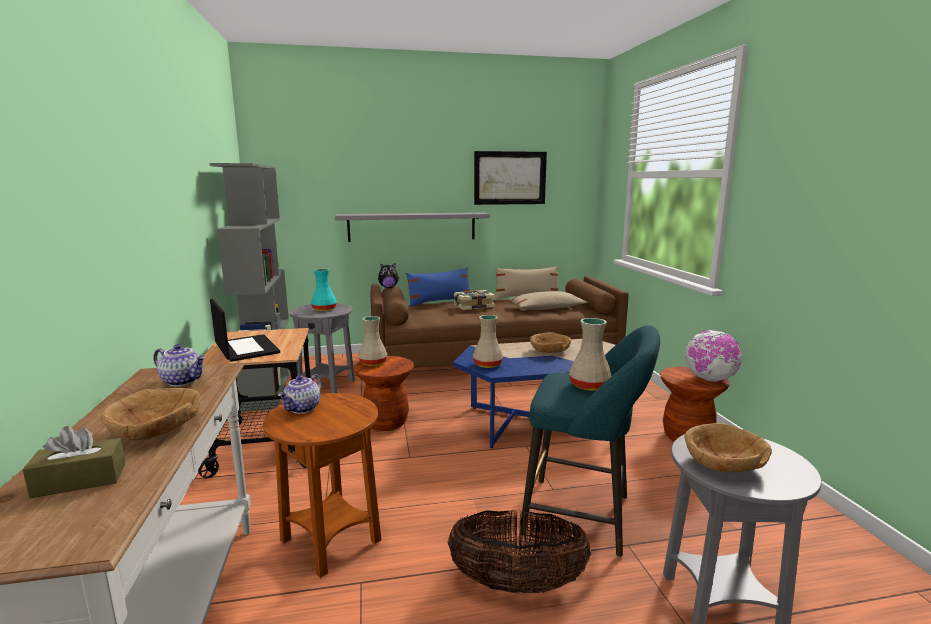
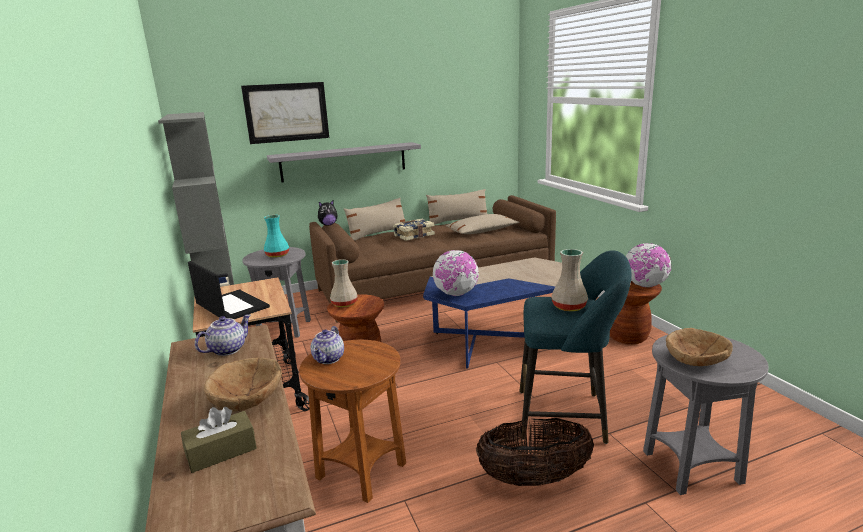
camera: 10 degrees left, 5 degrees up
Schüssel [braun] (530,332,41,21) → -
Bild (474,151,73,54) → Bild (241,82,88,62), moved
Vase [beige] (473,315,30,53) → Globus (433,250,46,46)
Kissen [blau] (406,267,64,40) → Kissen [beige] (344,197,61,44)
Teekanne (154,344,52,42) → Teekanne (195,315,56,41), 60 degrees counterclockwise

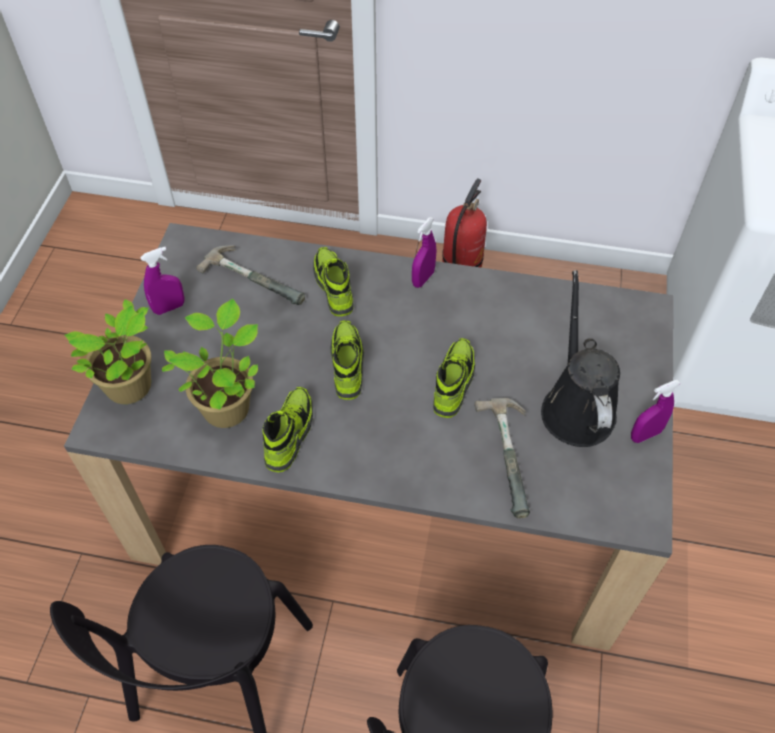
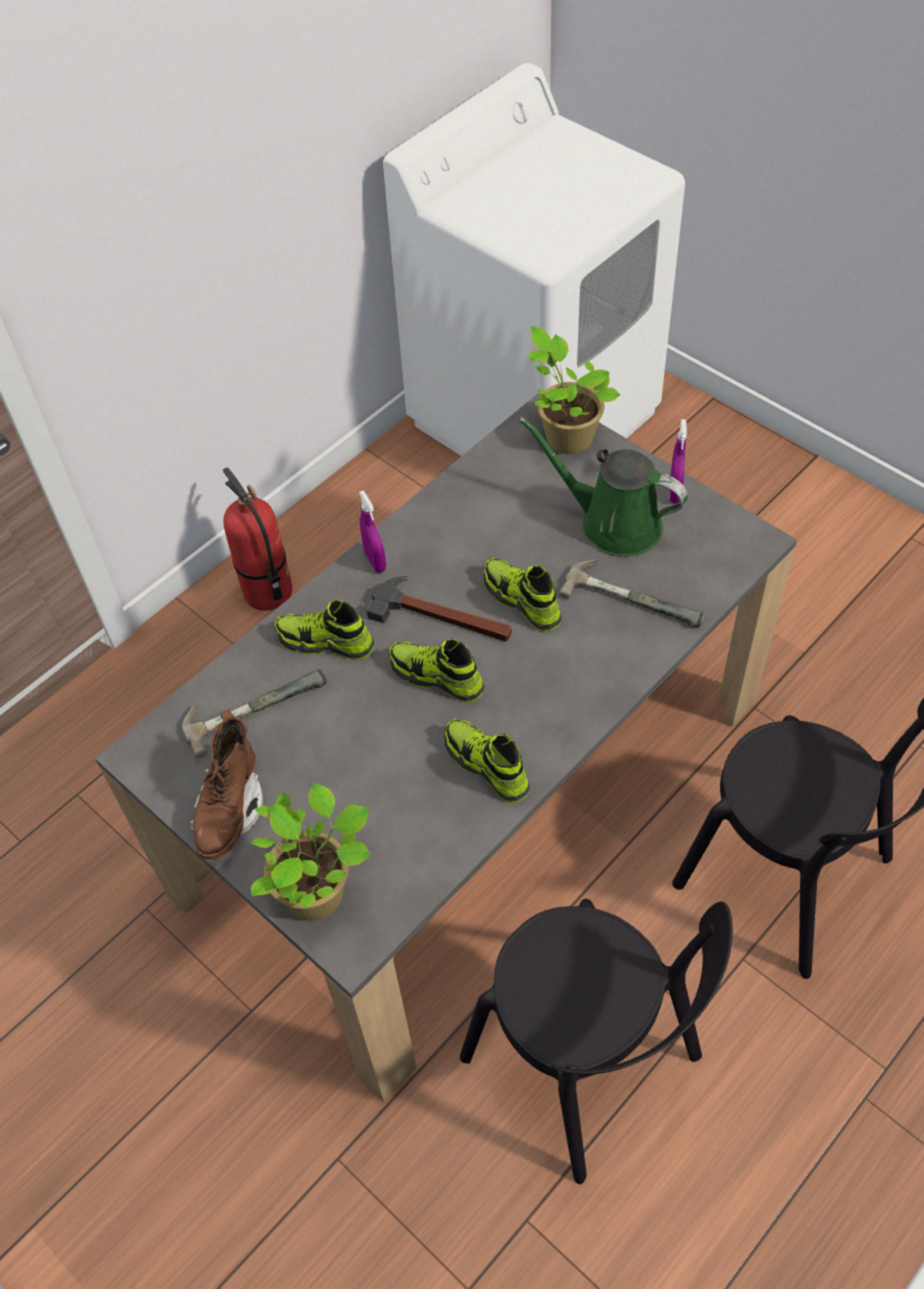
camera: 55 degrees left, 0 degrees up
- → Hammer (366,576,146,66)
Topfpflanze (162,299,96,129) → Topfpflanze (529,326,91,128), moved
Sprühflasche [lila] (140,247,45,68) → Stiefel [braun] (190,709,73,151)
Gießkanne [schwarz] (541,270,79,177) → Gießkanne [grün] (519,417,169,140)

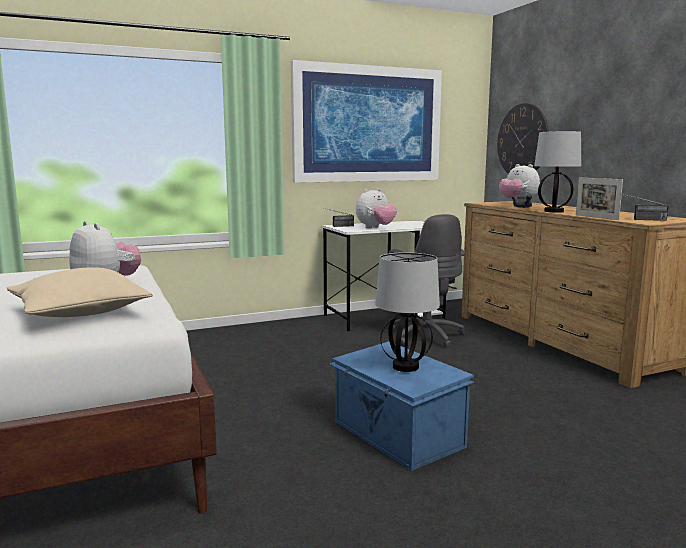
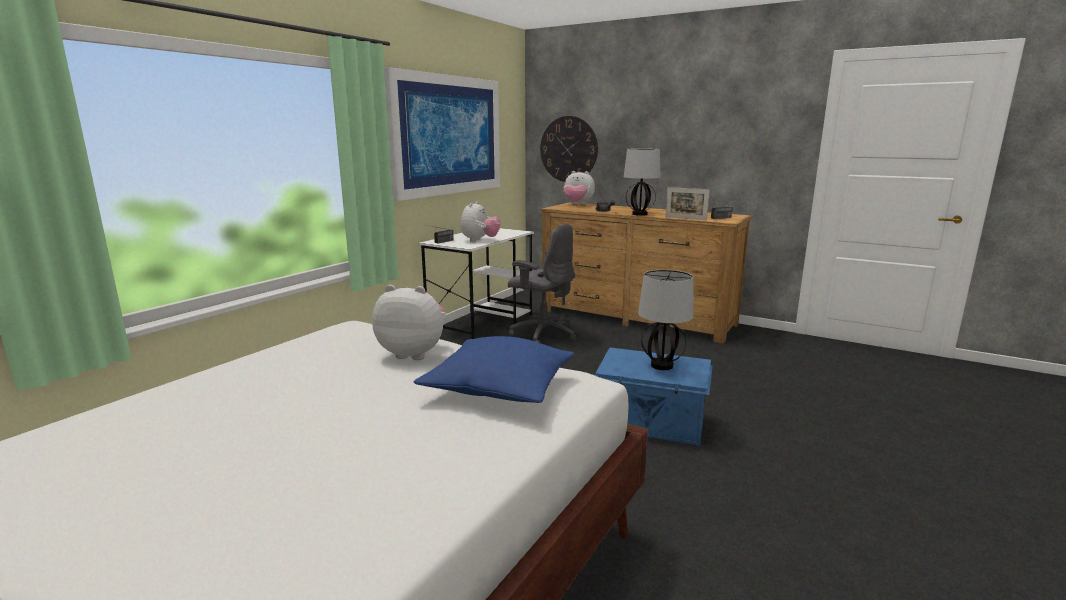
camera: 35 degrees left, 5 degrees up
Kissen [beige] (7,267,146,50) → Kissen [blau] (414,336,160,67)

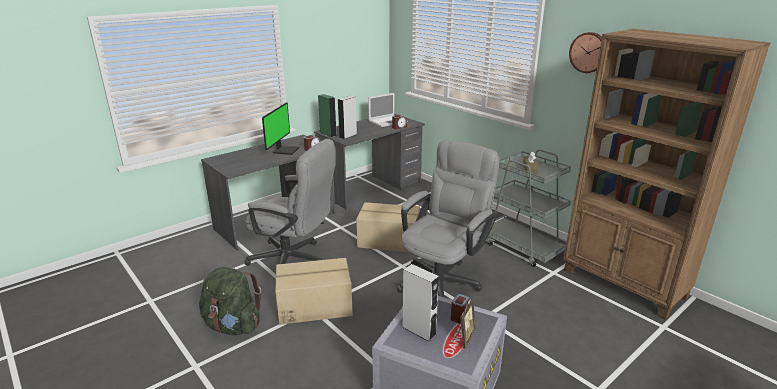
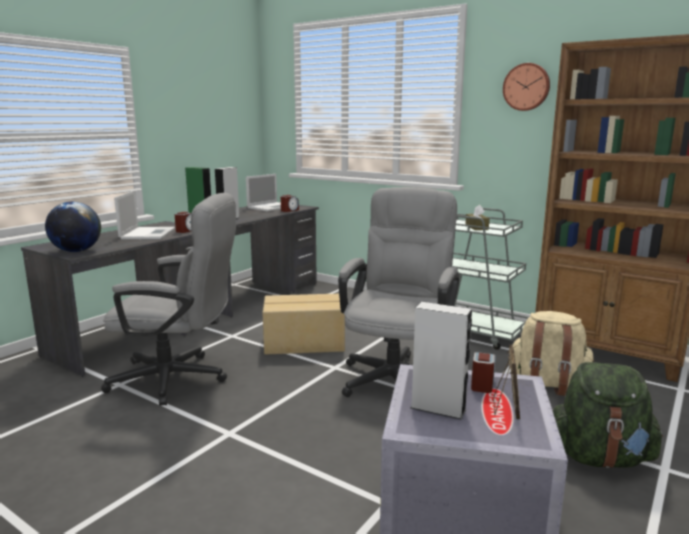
camera: 15 degrees left, 10 degrees down
Karton (275,258,78,67) → -
- → Globus (45,201,56,51)
- → Rucksack [beige] (507,311,87,85)
Rucksack [grün] (199,267,62,68) → Rucksack [grün] (553,362,111,106), moved
Monitor (262,102,38,53) → Laptop (114,190,61,49)

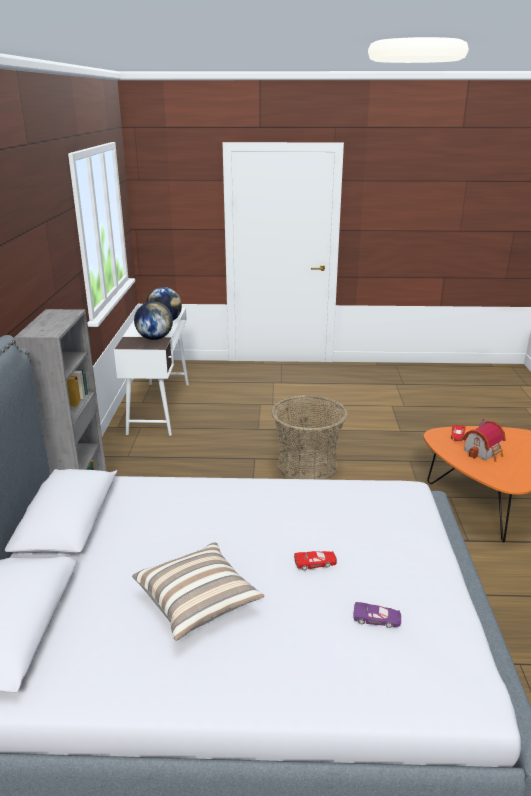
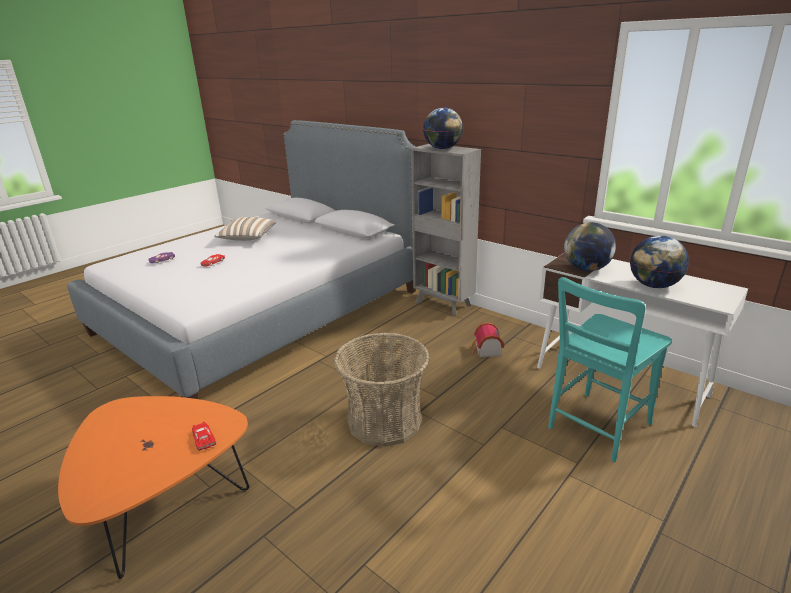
camera: 130 degrees right, 0 degrees up
- → Globus (423,108,40,41)
- → Stuhl [türkis] (548,277,124,185)
Spielzeughaus (462,418,44,44) → Spielzeughaus (470,323,34,34), moved

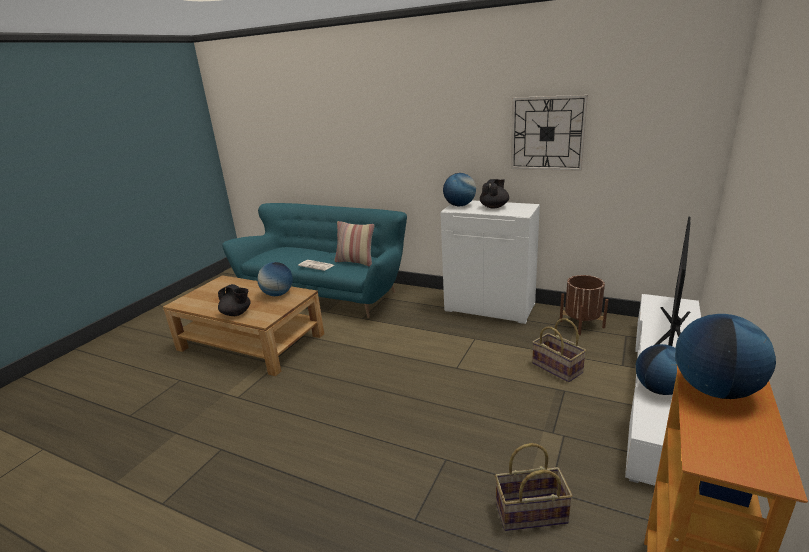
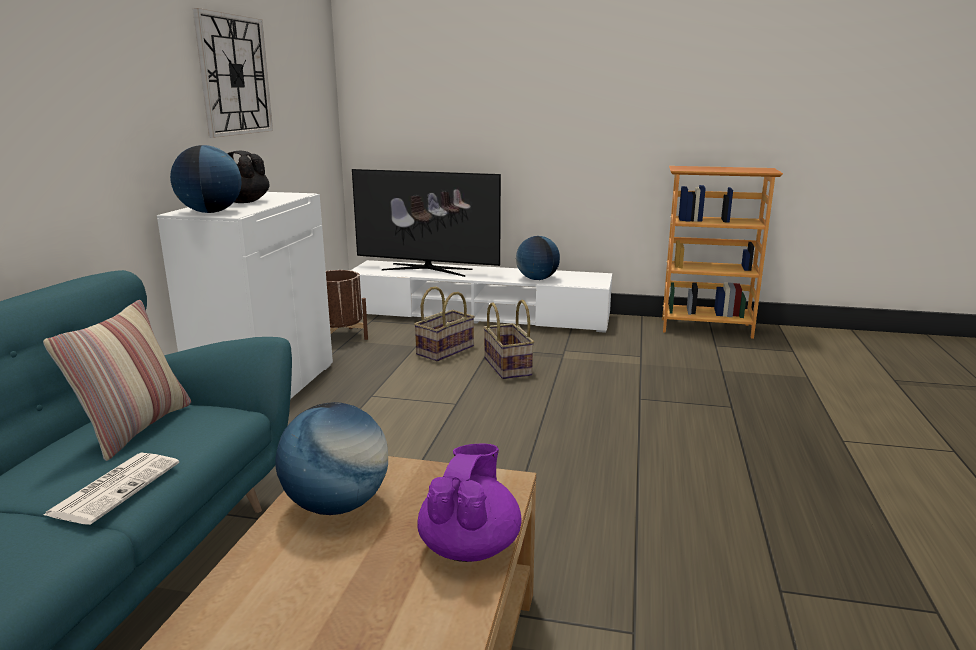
camera: 105 degrees left, 5 degrees down
Globus (675,314,101,85) → -
Korb (495,443,78,88) → Korb (483,300,51,79), moved
Teekanne [schwarz] (218,284,33,32) → Teekanne [lila] (418,443,104,119)

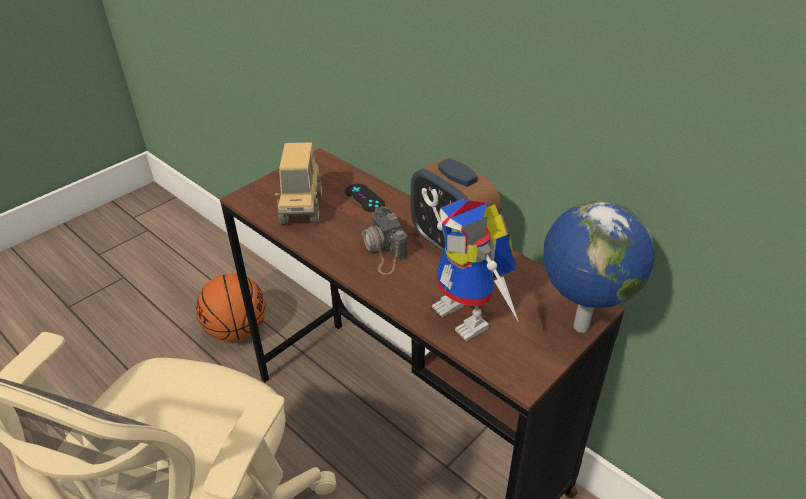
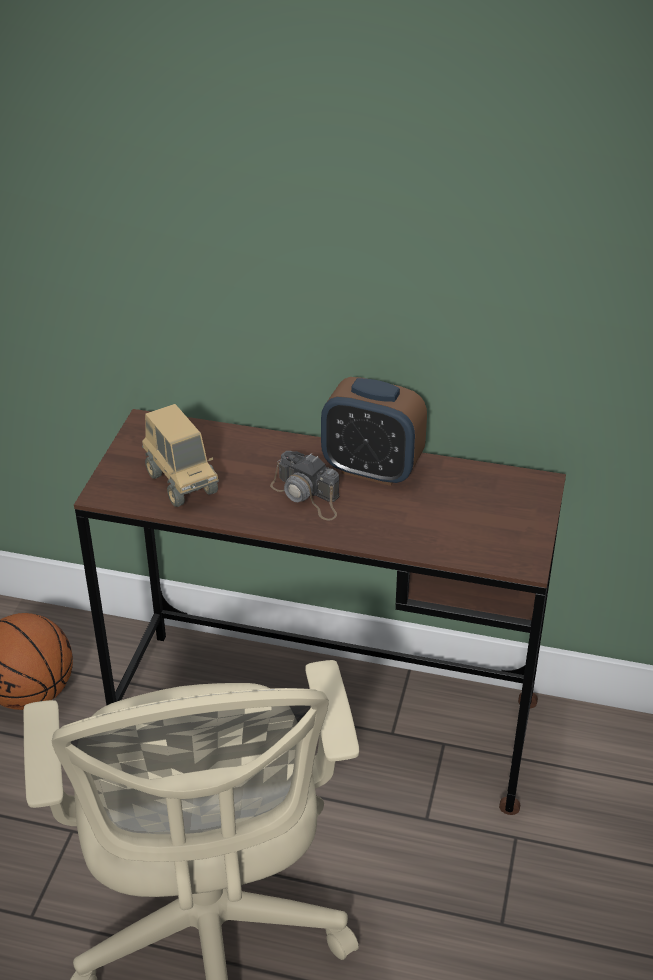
camera: 30 degrees left, 0 degrees up
Gamepad [schwarz] (345,184,40,28) → -
Spielzeugroboter (422,188,97,153) → -
Globus (543,201,112,132) → -

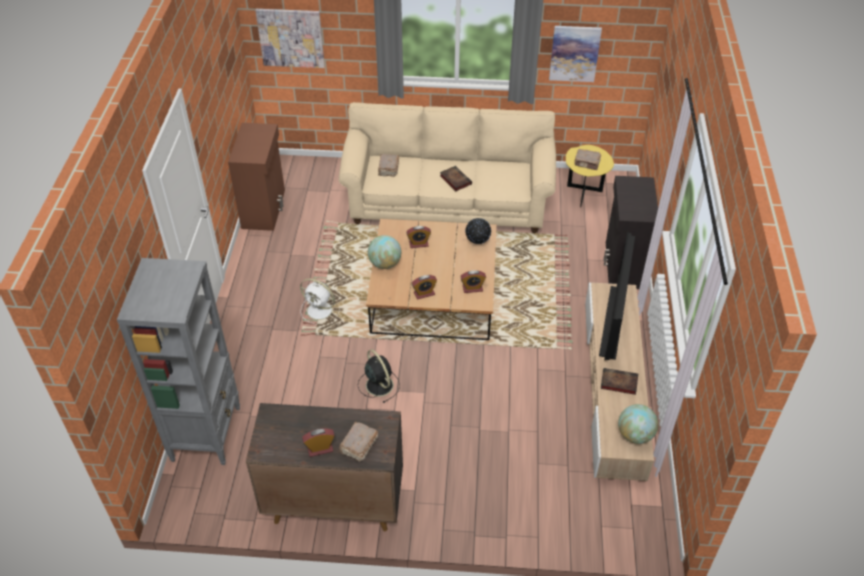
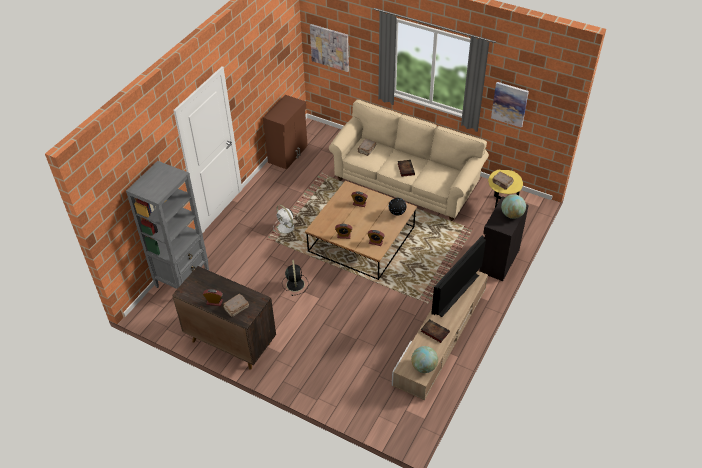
camera: 25 degrees right, 0 degrees up
Globus (368,235,33,34) → Globus (501,194,25,25), moved

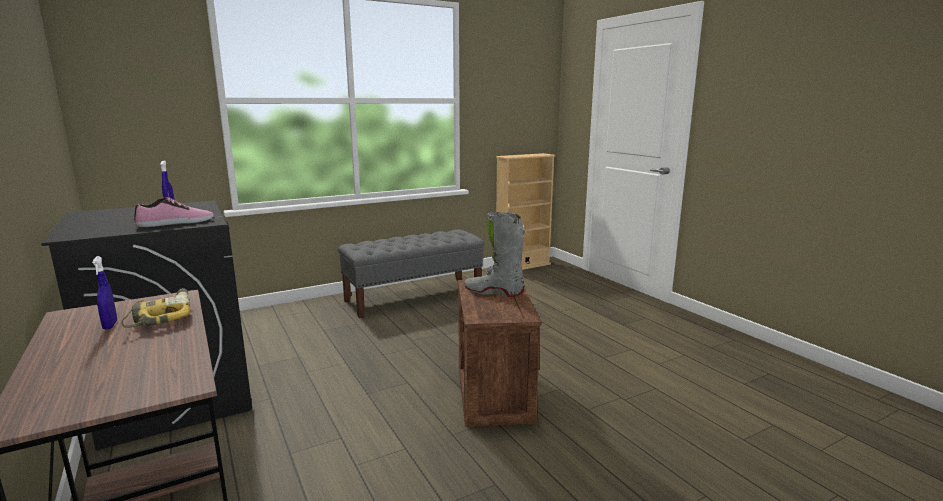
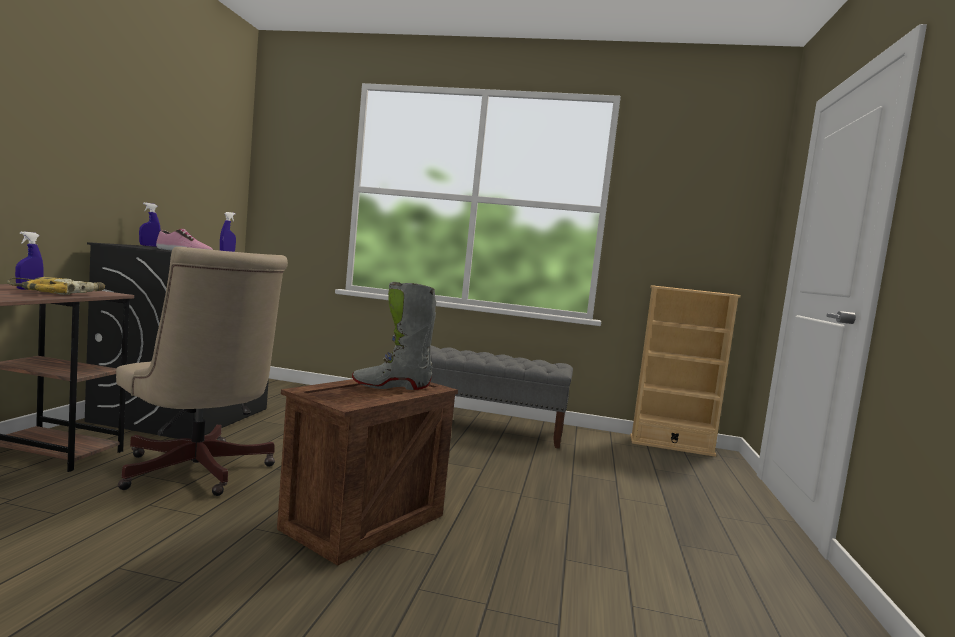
camera: 40 degrees right, 10 degrees down
- → Bürostuhl [beige] (116,247,172,249)
- → Sprühflasche [blau] (139,202,22,45)
Stiefel [grau] (464,212,61,85) → Stiefel [grau] (352,282,85,108), 75 degrees counterclockwise

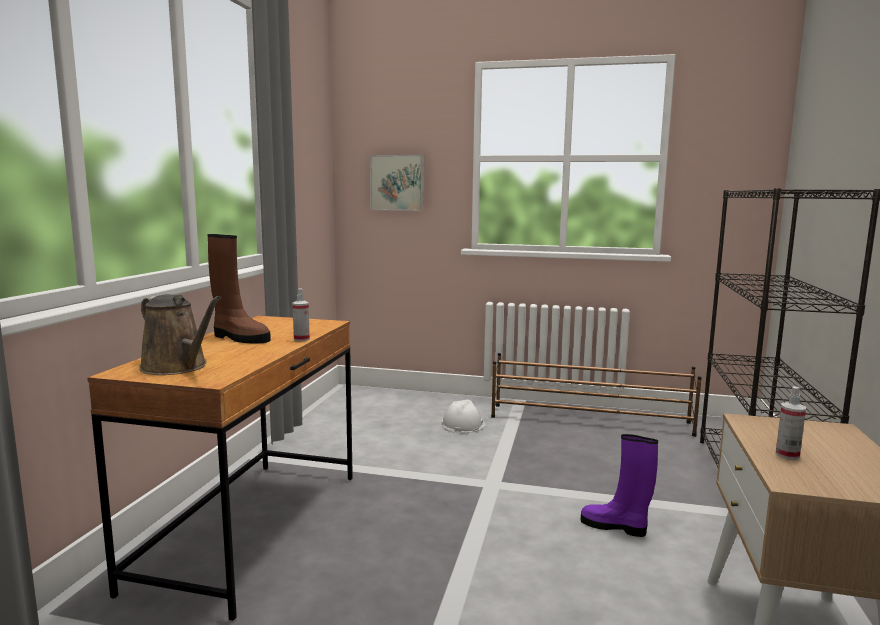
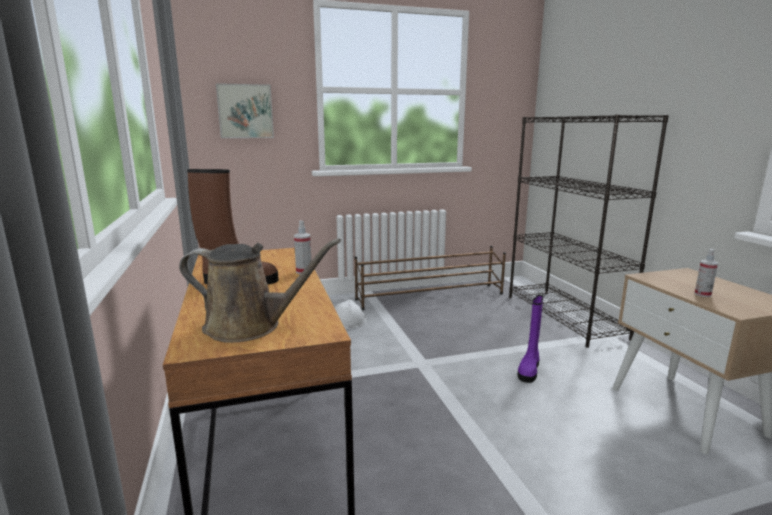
camera: 30 degrees left, 5 degrees up
Stiefel [lila] (581,434,77,103) → Stiefel [lila] (517,295,26,88), 60 degrees counterclockwise

